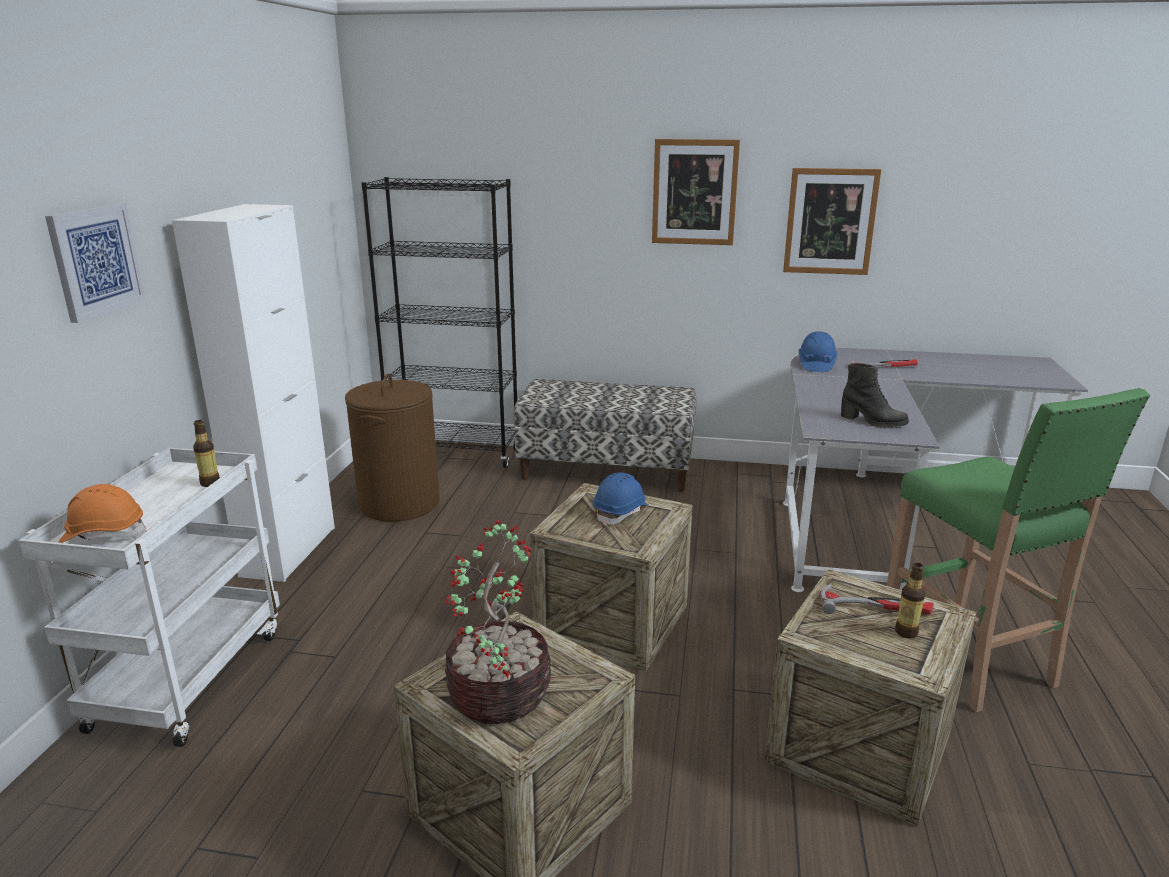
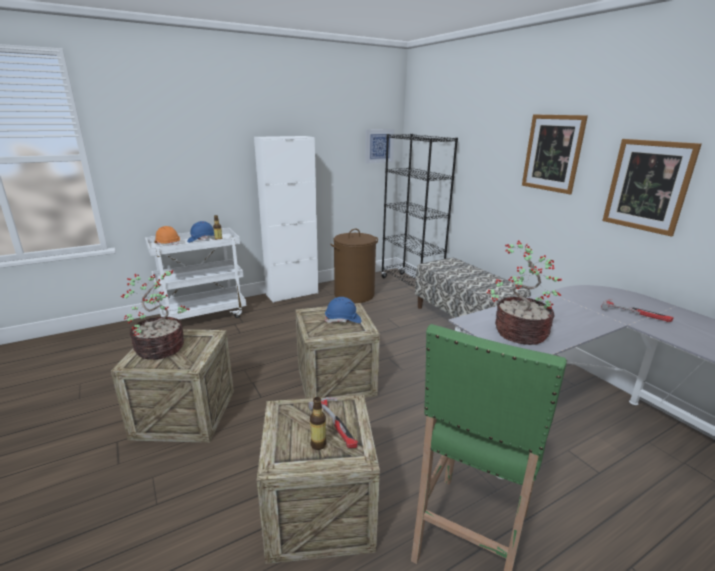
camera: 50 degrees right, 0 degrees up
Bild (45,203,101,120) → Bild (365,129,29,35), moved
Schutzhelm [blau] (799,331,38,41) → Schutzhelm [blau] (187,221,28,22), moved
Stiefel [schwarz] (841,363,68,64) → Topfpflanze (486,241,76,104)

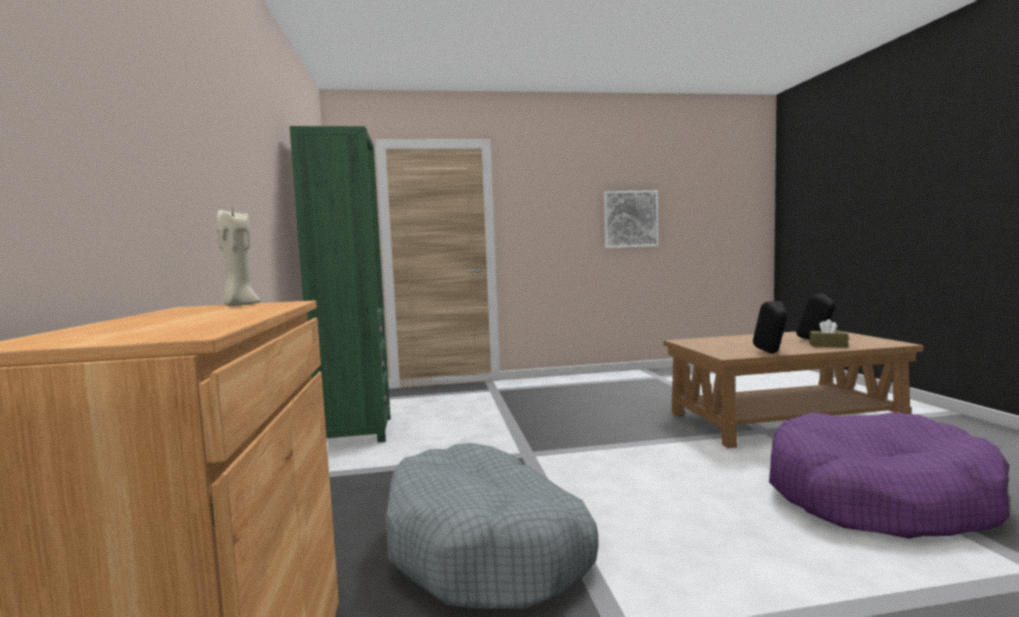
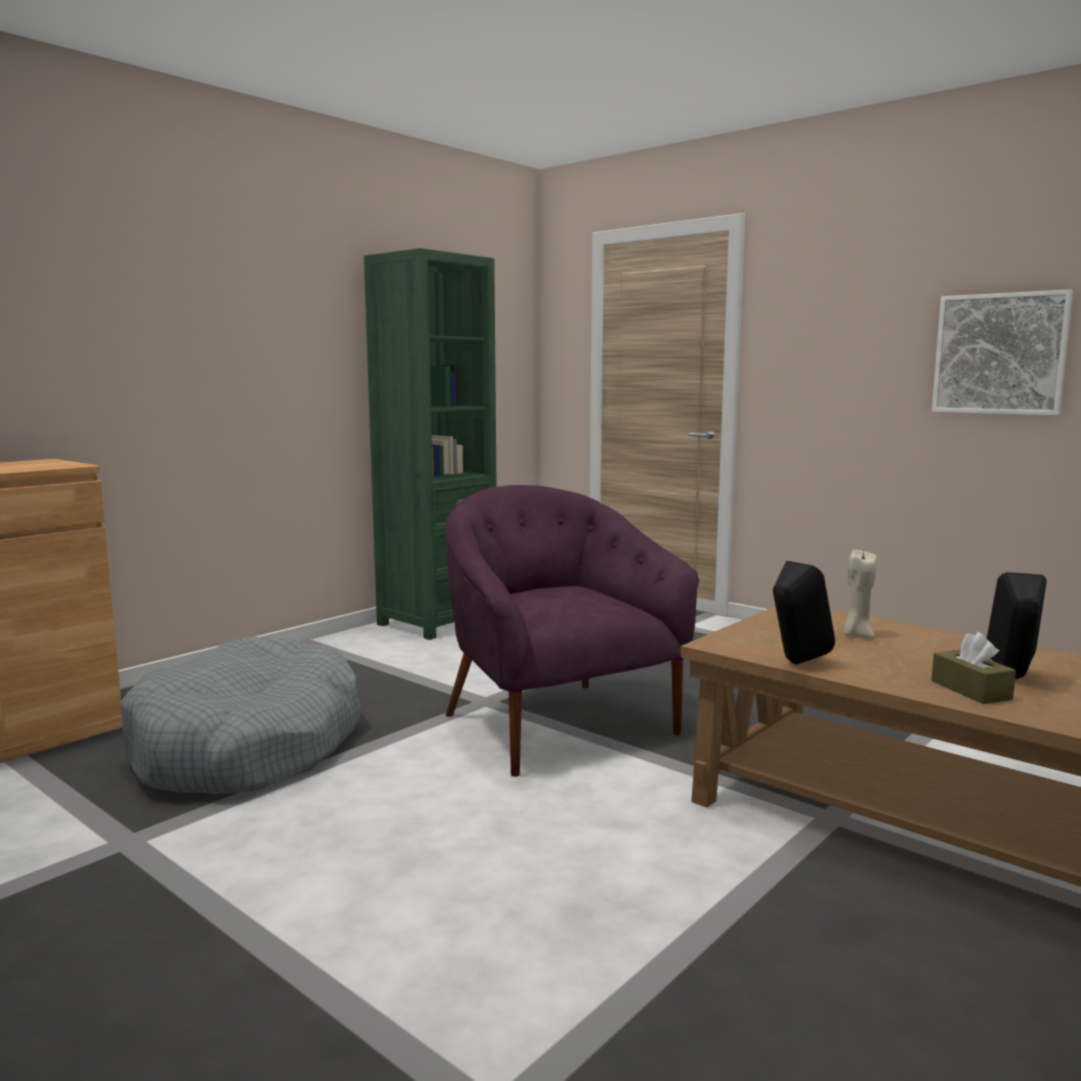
camera: 50 degrees right, 5 degrees up
Hundebett [lila] (769,413,241,126) → -
- → Sessel [lila] (445,485,254,292)
Kerze [beige] (217,209,44,97) → Kerze [beige] (844,550,33,88), moved

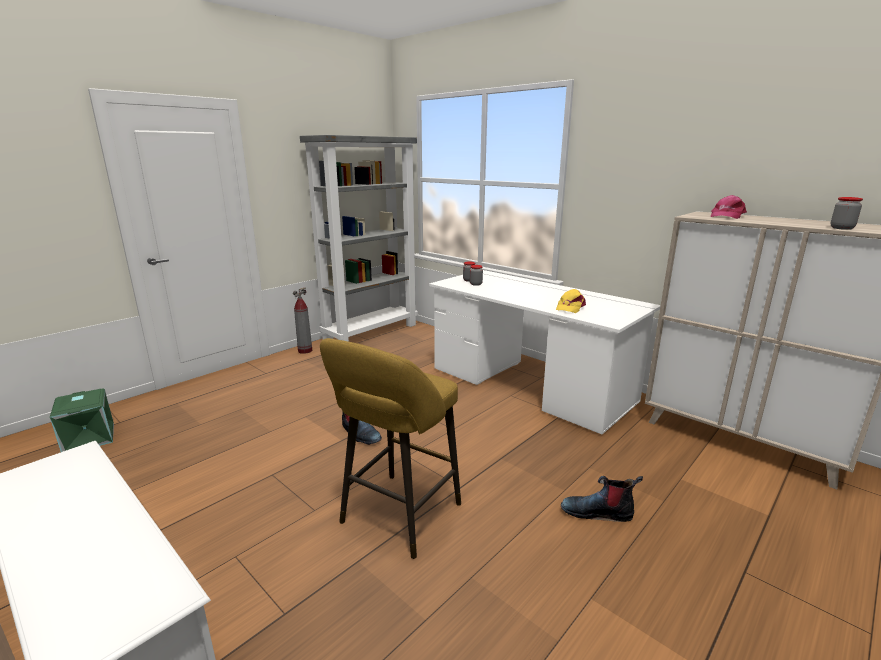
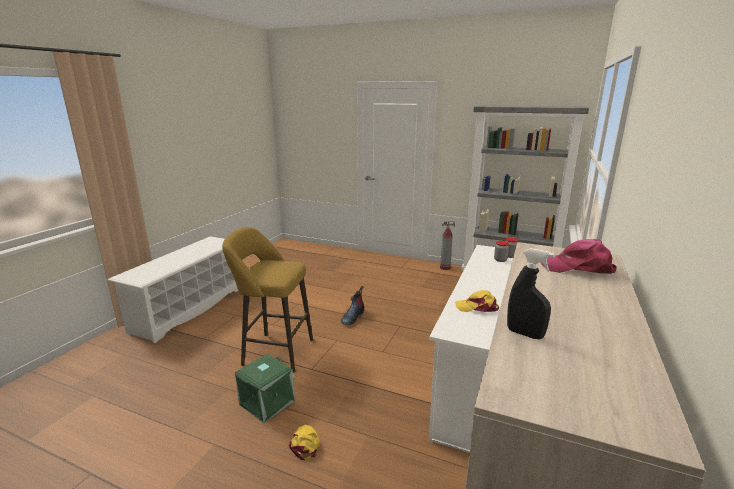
camera: 70 degrees right, 0 degrees up
Aufbewahrungsbox [grün] (50,388,64,64) → Aufbewahrungsbox [grün] (235,354,60,69), moved
Stiefel (561,476,82,46) → Kappe [gelb] (289,425,31,35)
Vorratsglas (830,197,33,33) → Sprühflasche [schwarz] (507,248,48,91)

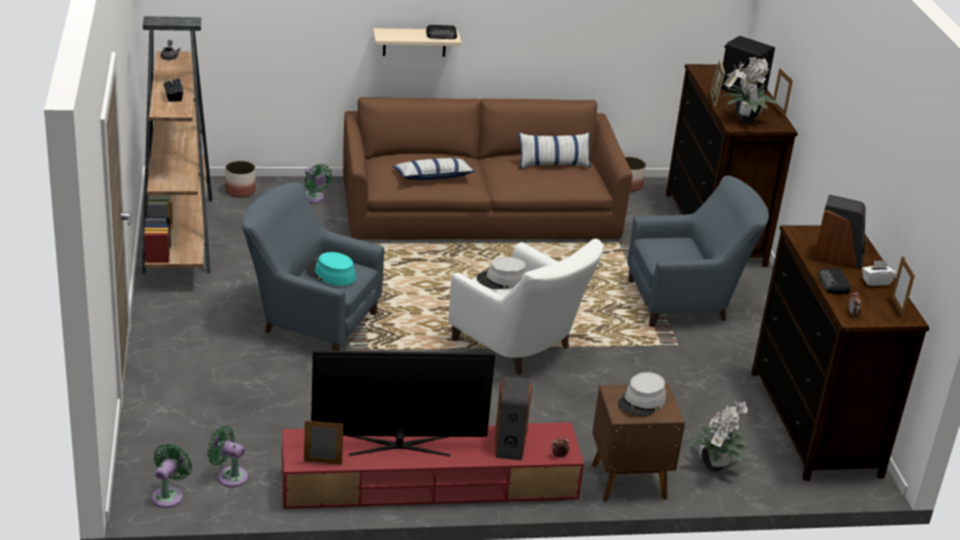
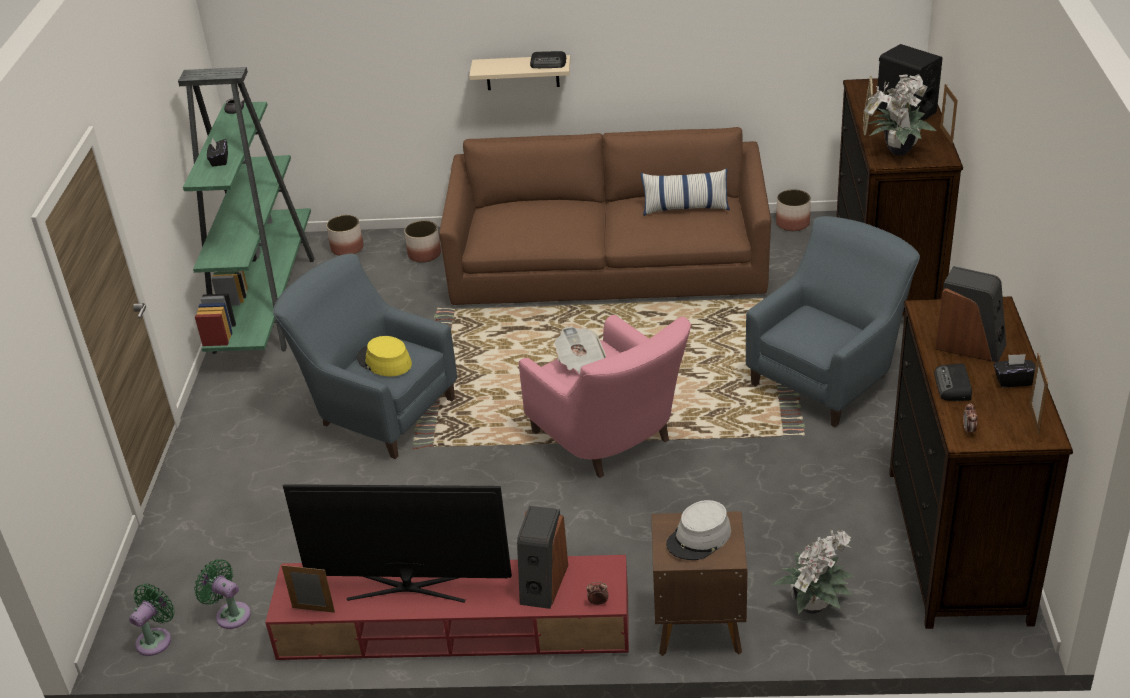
camera: 15 degrees right, 5 degrees up
Kissen (393,158,83,22) → -
Ventilator [grün] (304,164,28,39) → Pflanzkübel (404,220,37,43)
Hut [grau] (477,257,50,32) → Zeitung (555,326,51,48)
Bücherregal [braun] (142,16,70,258) → Bücherregal [grün] (178,67,137,287)
Hut [türkis] (306,252,50,34) → Hut [gelb] (357,336,55,40)
Sessel [weiß] (448,239,156,136) → Sessel [rosa] (519,315,172,163)
Taschentuchbox [weiß] (862,261,35,25) → Taschentuchbox [schwarz] (994,354,42,33)
Sessel [blau] (627,176,142,151) → Sessel [blau] (746,216,174,211), 45 degrees counterclockwise

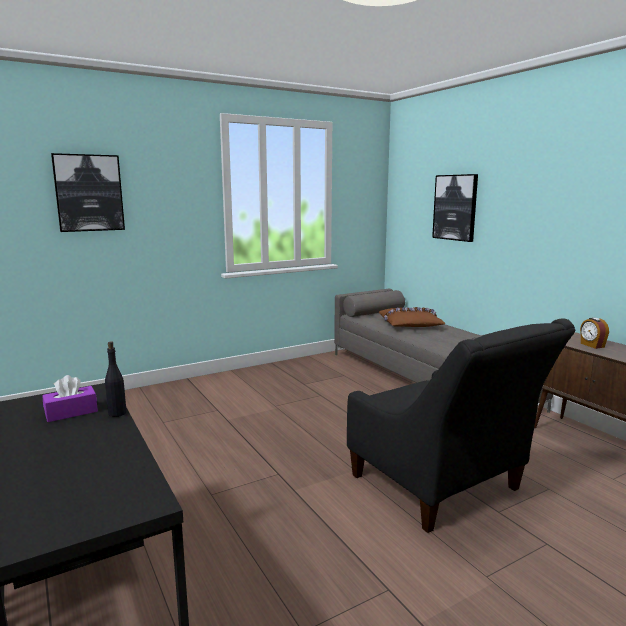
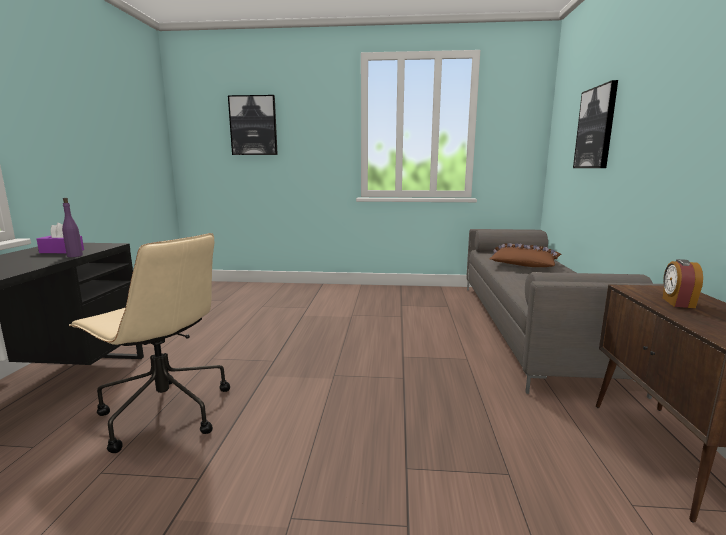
camera: 35 degrees right, 0 degrees up
Sessel [schwarz] (347,319,228,214) → -
- → Bürostuhl [beige] (69,233,161,220)
Flasche [schwarz] (105,341,22,76) → Flasche [lila] (62,198,21,59)

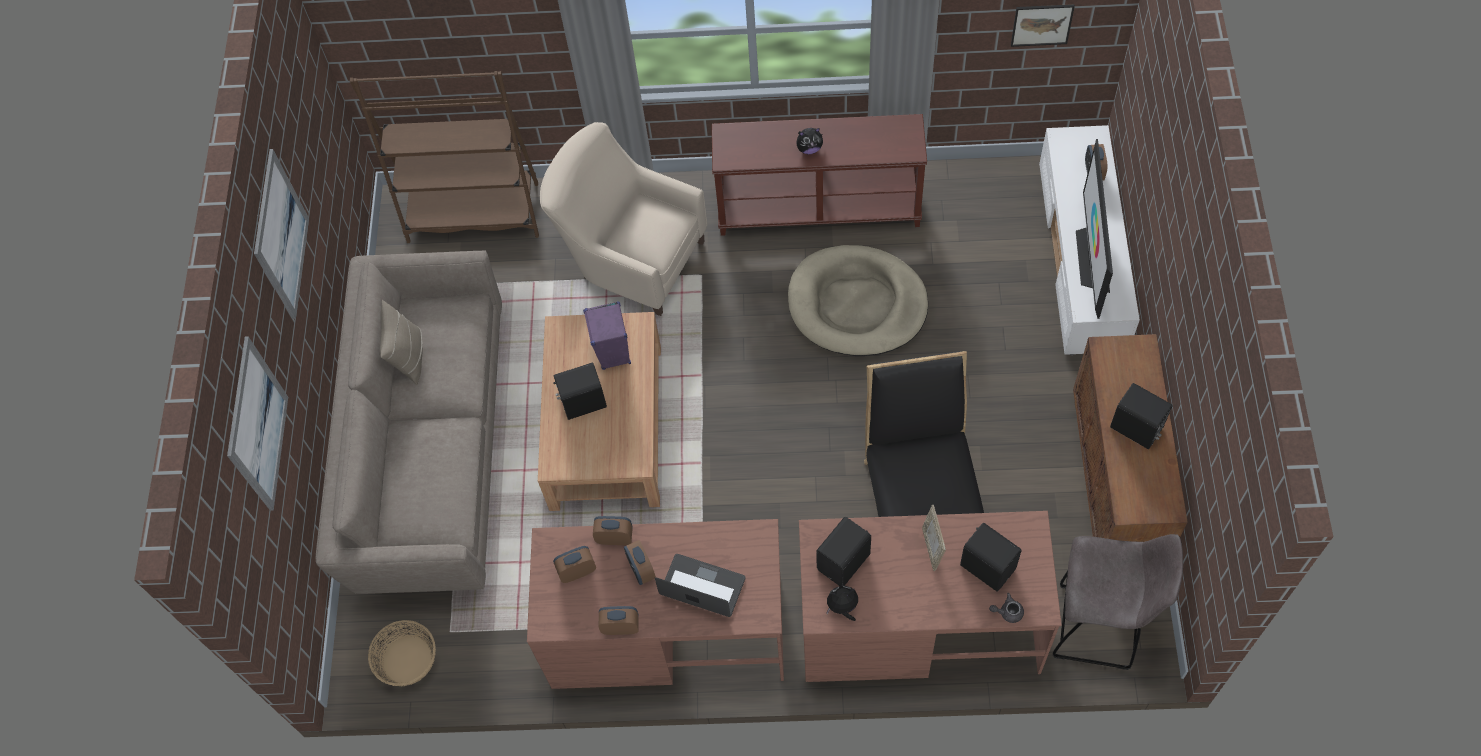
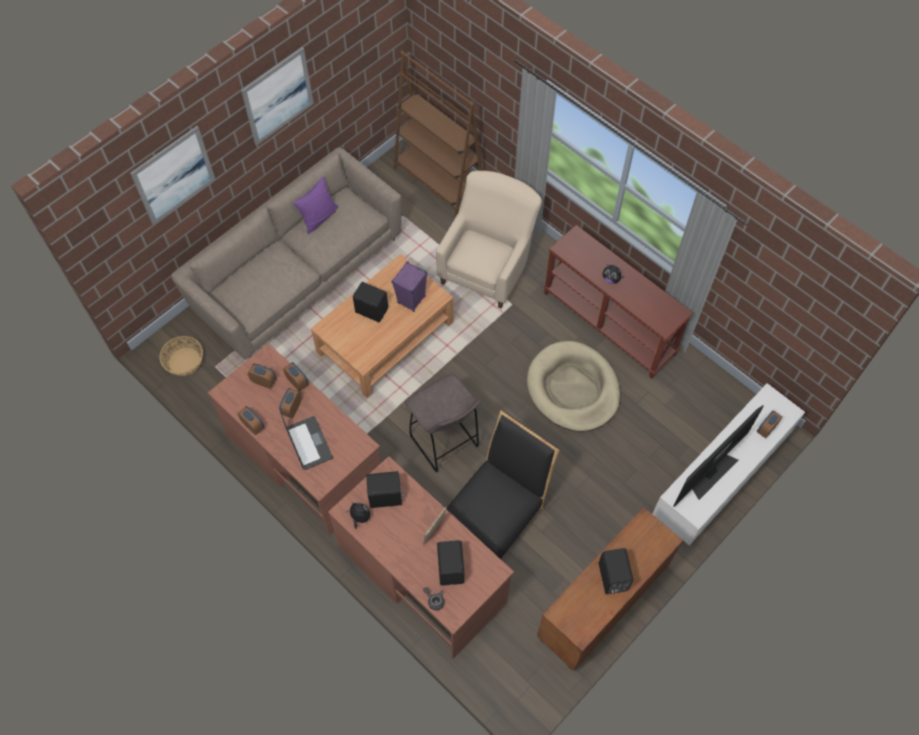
camera: 40 degrees right, 0 degrees up
Bild (1011,4,64,43) → -
Hocker [grau] (1053,534,130,136) → Hocker [grau] (404,373,77,100), moved
Kissen [beige] (380,300,43,85) → Kissen [lila] (293,176,45,58)
Sessel [beige] (540,122,167,194) → Sessel [beige] (436,171,106,137), 45 degrees clockwise

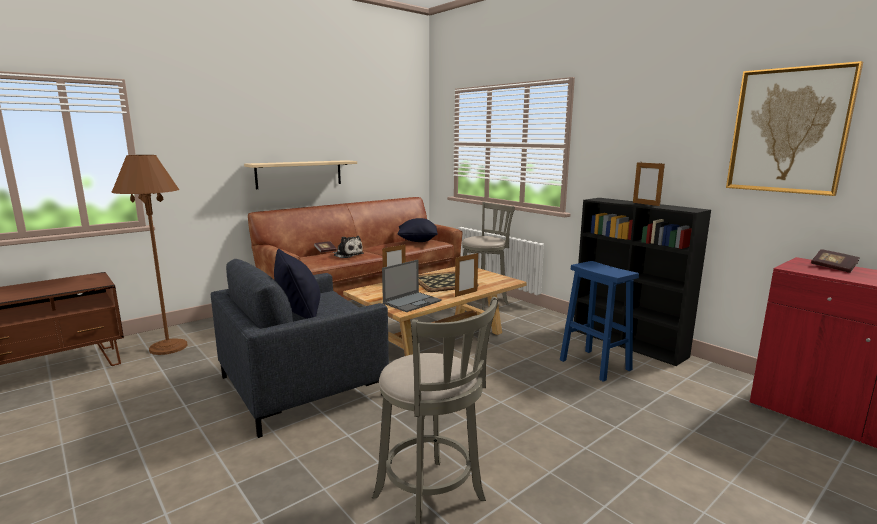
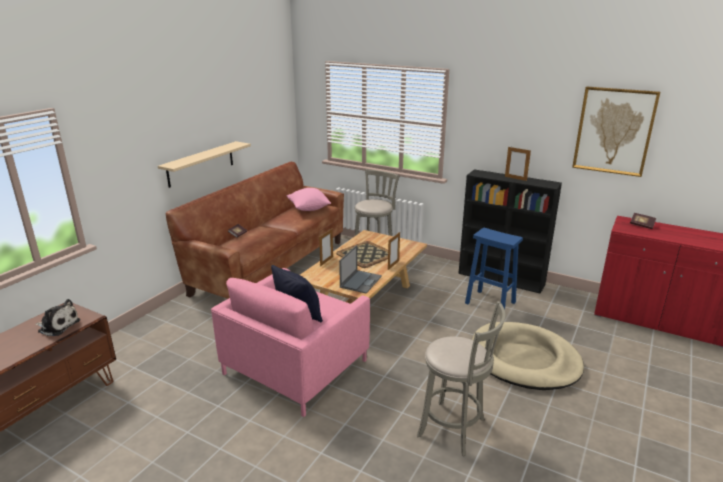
camera: 20 degrees left, 10 degrees up
Stehlampe [braun] (112,155,76,200) → -
- → Hundebett [beige] (472,322,112,68)
Plüschtier (332,236,32,22) → Plüschtier (35,299,45,37), moved
Sessel [grau] (211,259,178,179) → Sessel [rosa] (211,268,159,149)
Kissen [schwarz] (397,218,41,24) → Kissen [rosa] (287,188,44,23)

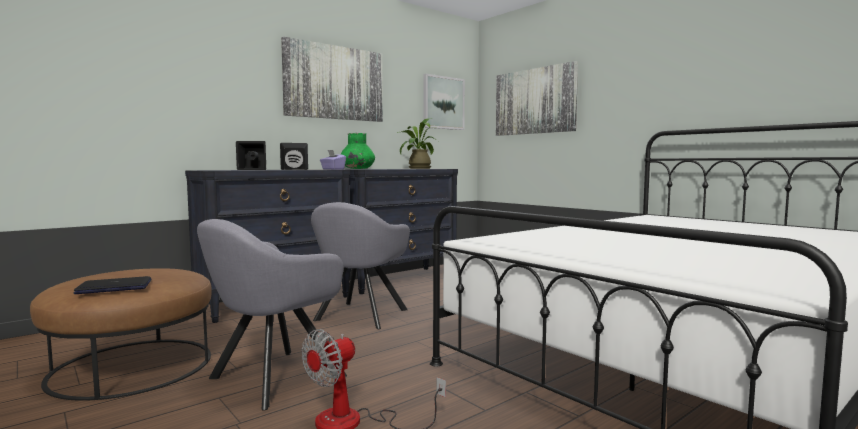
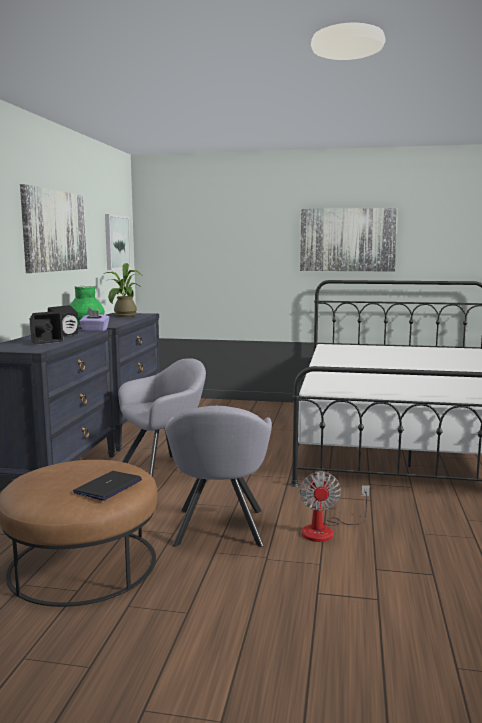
camera: 40 degrees left, 5 degrees up
Bild (496,61,82,75) → Bild (300,208,98,64), moved
Sessel [grau] (311,202,99,127) → Sessel [grau] (118,358,88,119), 105 degrees counterclockwise

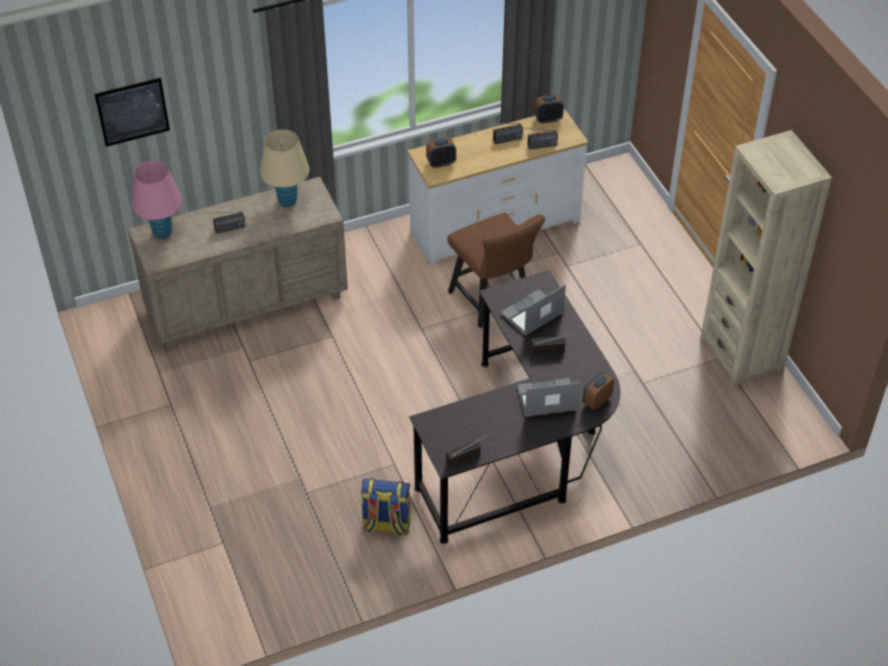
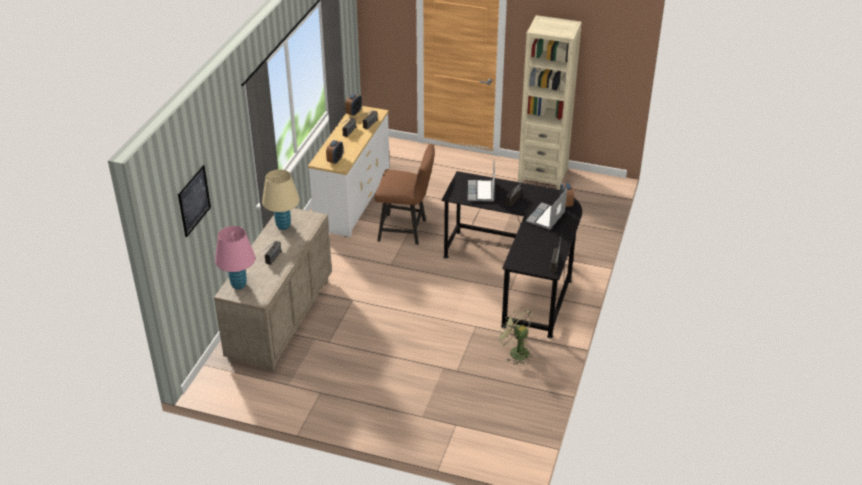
camera: 50 degrees left, 10 degrees down
Rucksack (361,478,50,59) → Ventilator [grün] (496,307,37,58)

